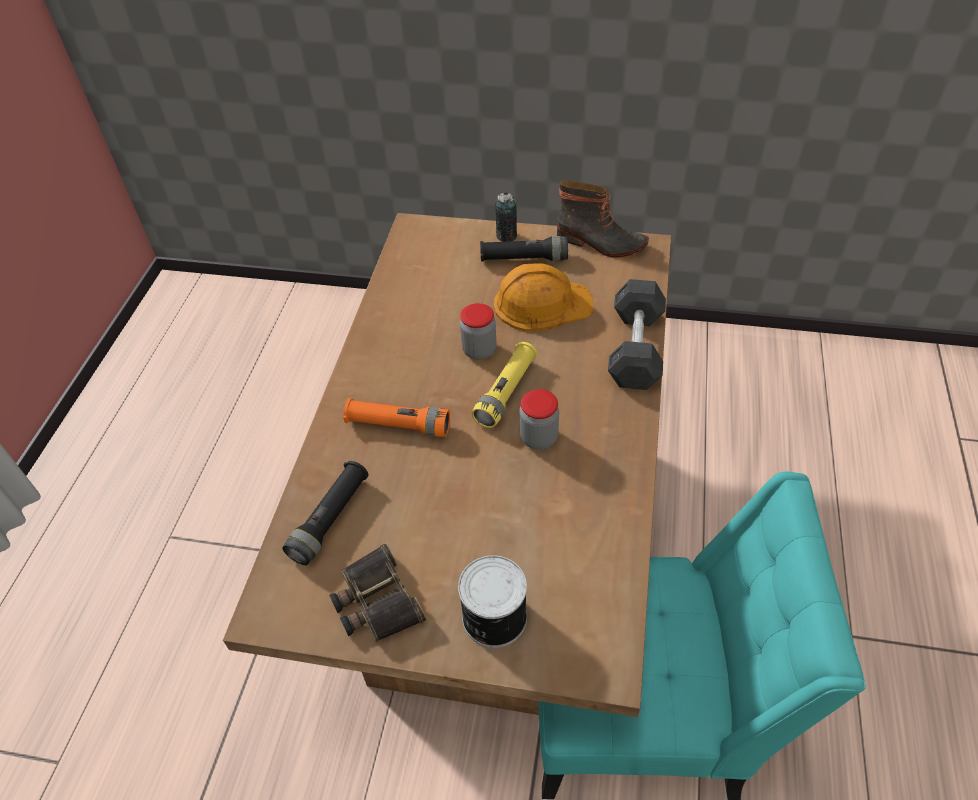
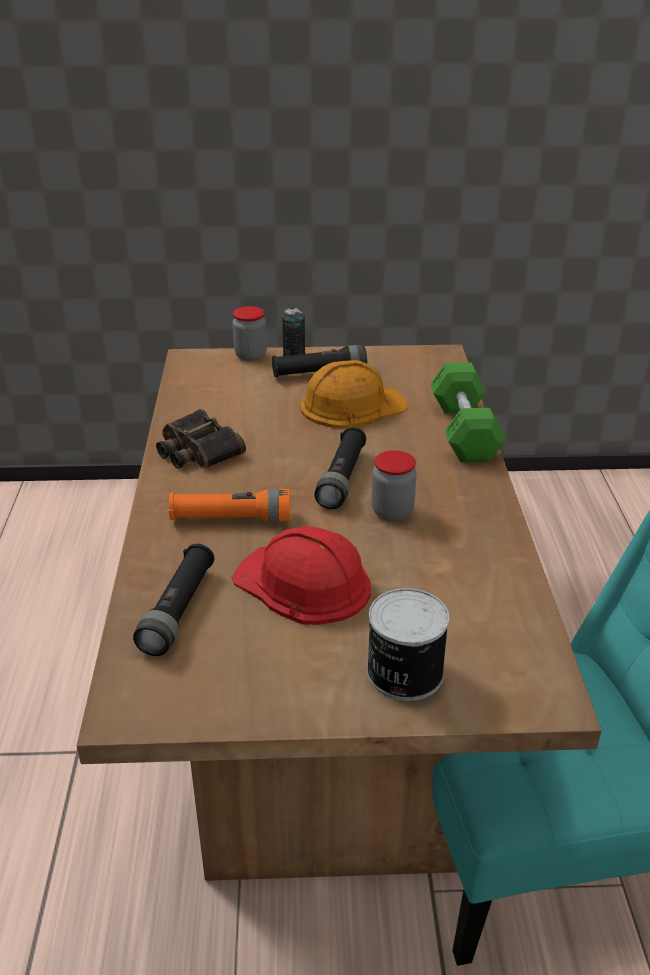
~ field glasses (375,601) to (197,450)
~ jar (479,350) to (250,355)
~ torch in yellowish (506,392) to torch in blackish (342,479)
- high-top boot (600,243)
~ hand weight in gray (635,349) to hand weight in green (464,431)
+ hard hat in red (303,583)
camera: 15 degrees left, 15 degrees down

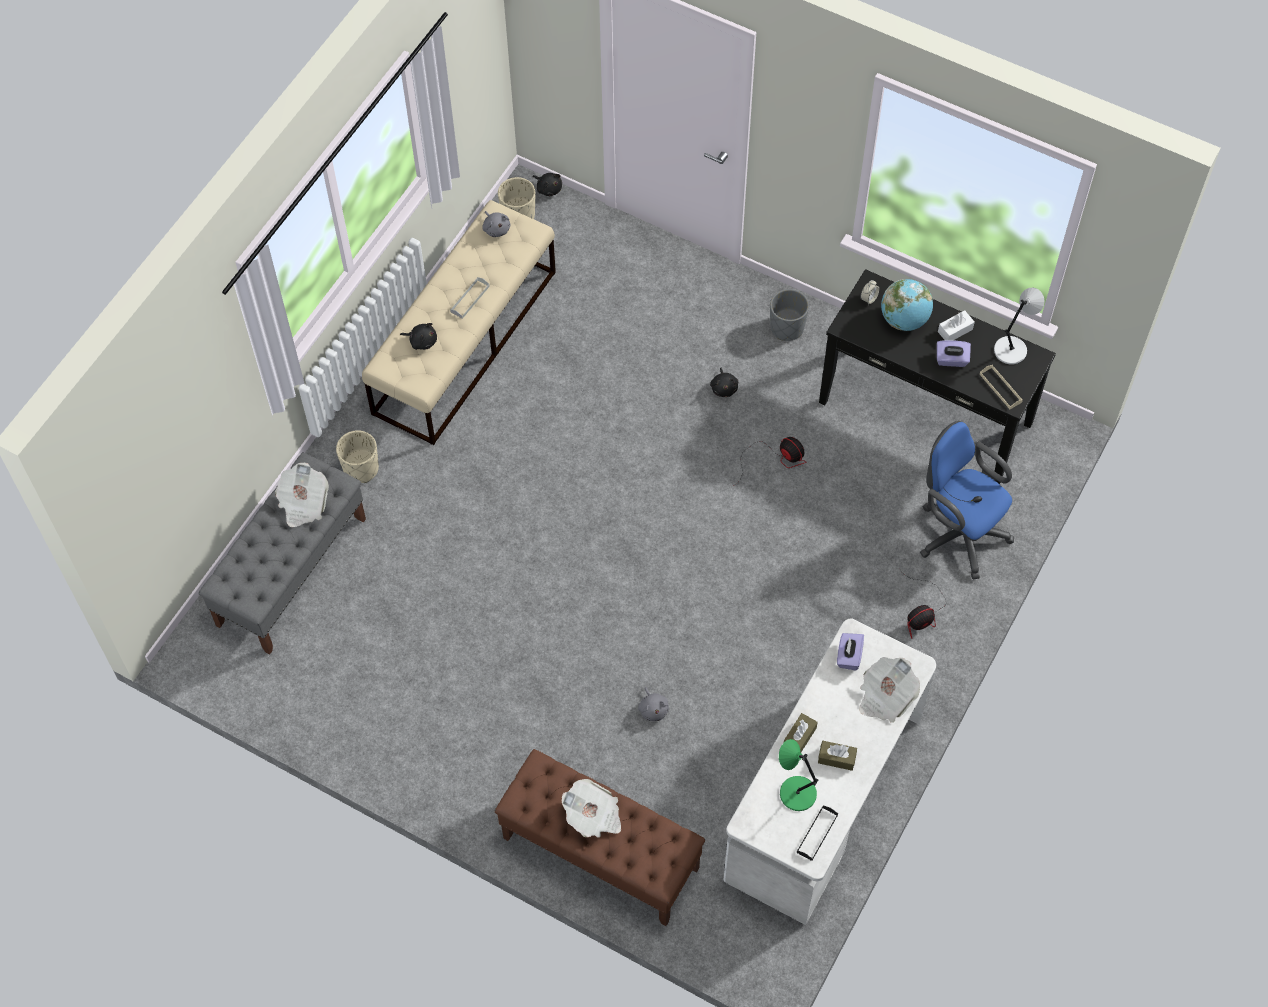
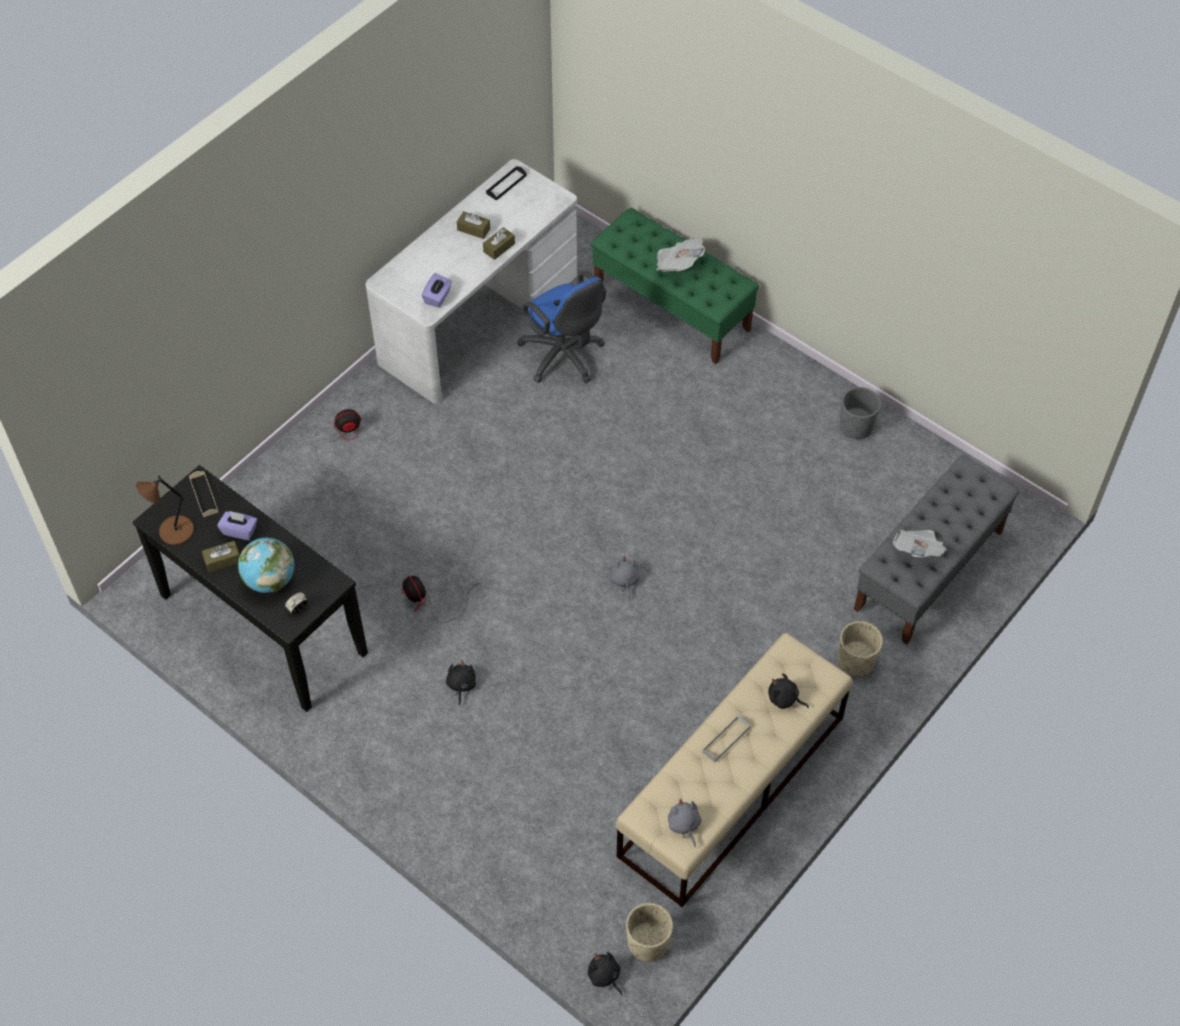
~ long seat in brown-coloured (600,853) to long seat in green (672,308)
~ soft toy in gray (653,709) to (625,581)
~ planter in gray (787,327) to (856,426)
- table lamp in green (795,792)
- daily paper (885,697)
~ office chair in blue (958,532) to (564,358)
~ box of tissues in white (955,330) to box of tissues in brown-coloured (222,560)
~ table lamp in gray (1011,349) to table lamp in brown-coloured (174,532)
camera: 170 degrees left, 5 degrees down

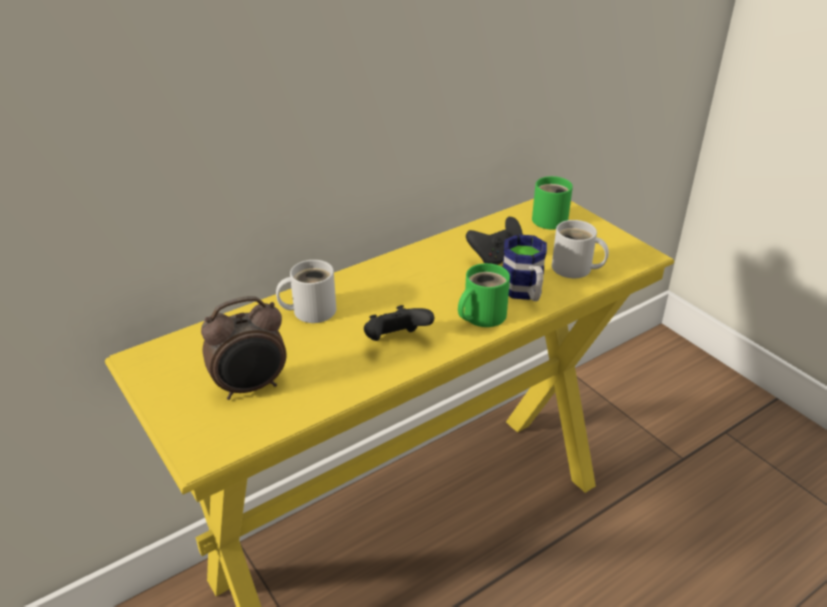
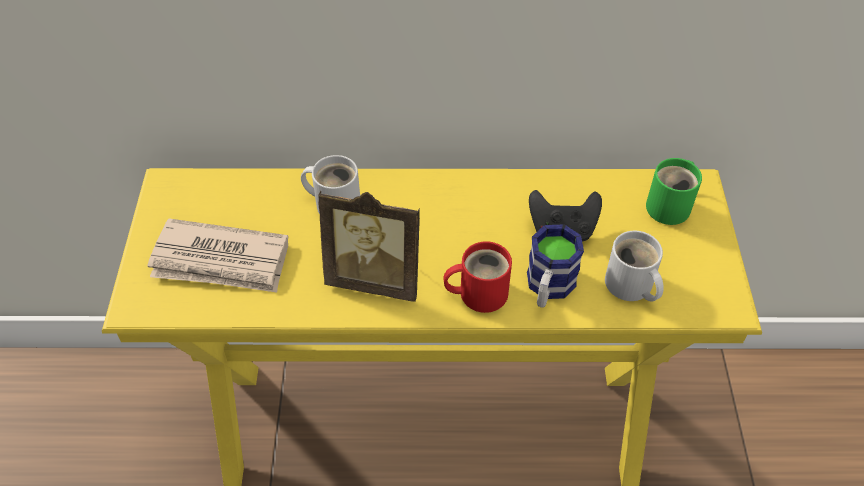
~ bedside clock (251,387) to daily paper (221,261)
~ gamepad in blackish (395,341) to photo frame (376,278)
~ coffee mug in green (480,315) to coffee mug in red (478,292)
camera: 35 degrees right, 15 degrees up

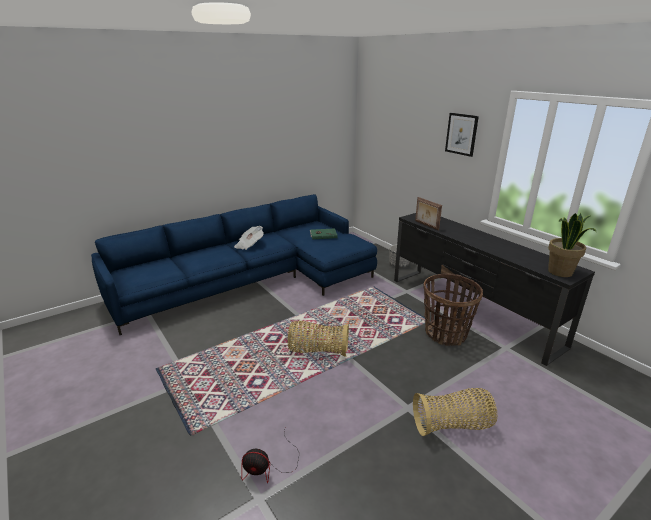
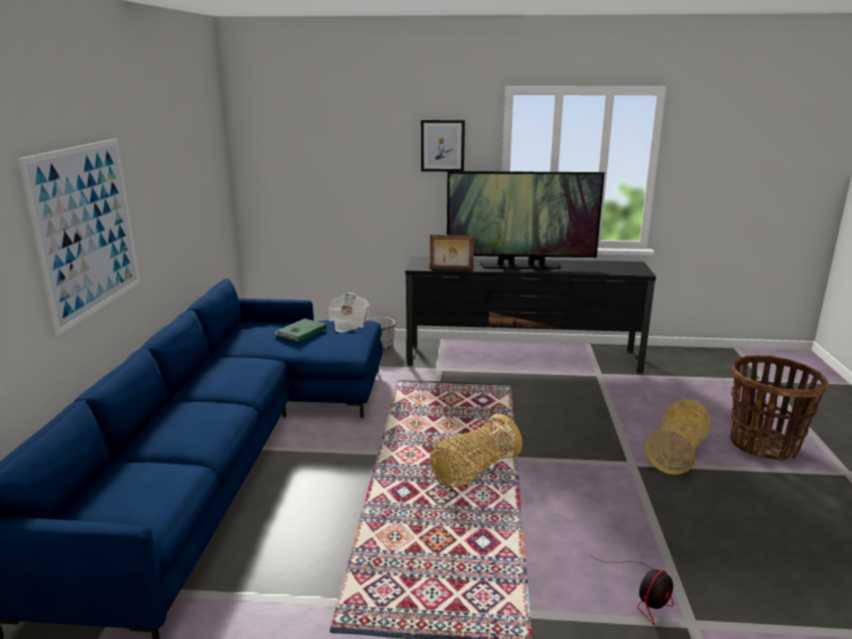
~ daily paper (249,245) to (348,324)
~ household basket (446,334) to (764,445)
- potted plant (560,272)
+ wall picture (87,230)
+ TV set (520,266)
camera: 50 degrees left, 5 degrees down

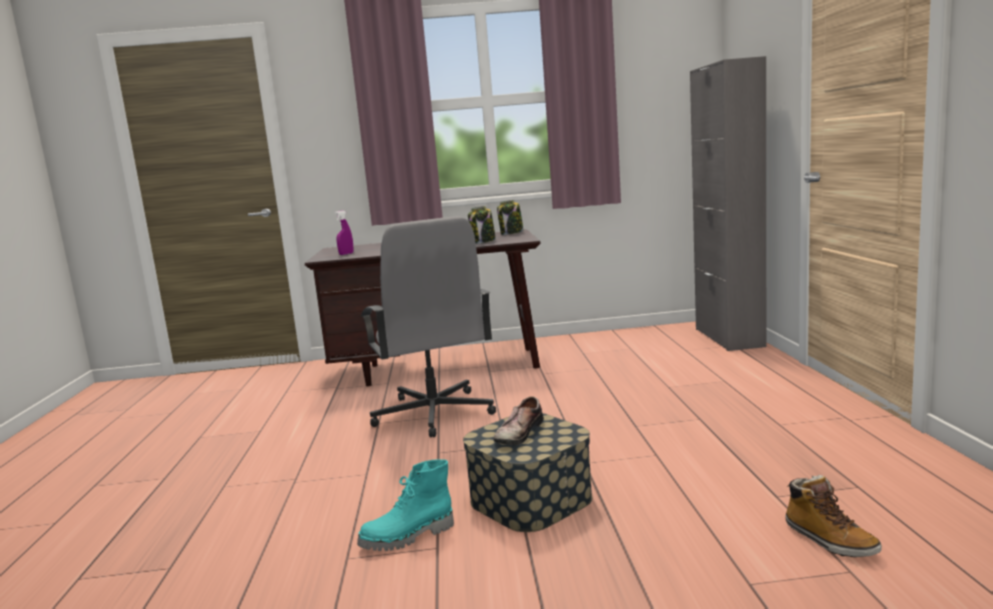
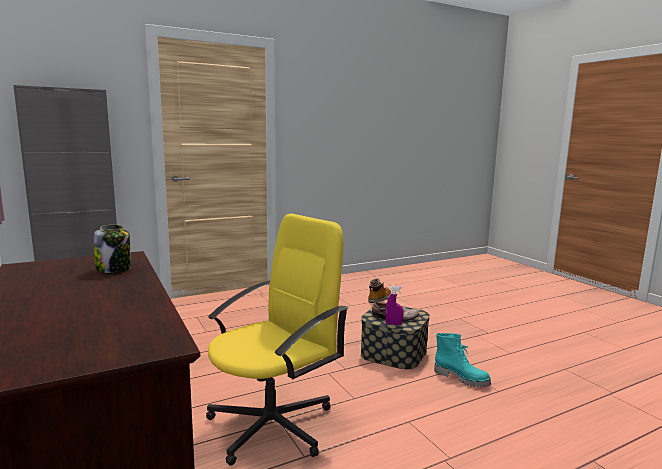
~ hand sprayer in purplish (346,254) to (393,324)
~ office chair in gray (433,414) to office chair in yellowish (273,424)
- jar (511,233)
camera: 115 degrees left, 0 degrees up

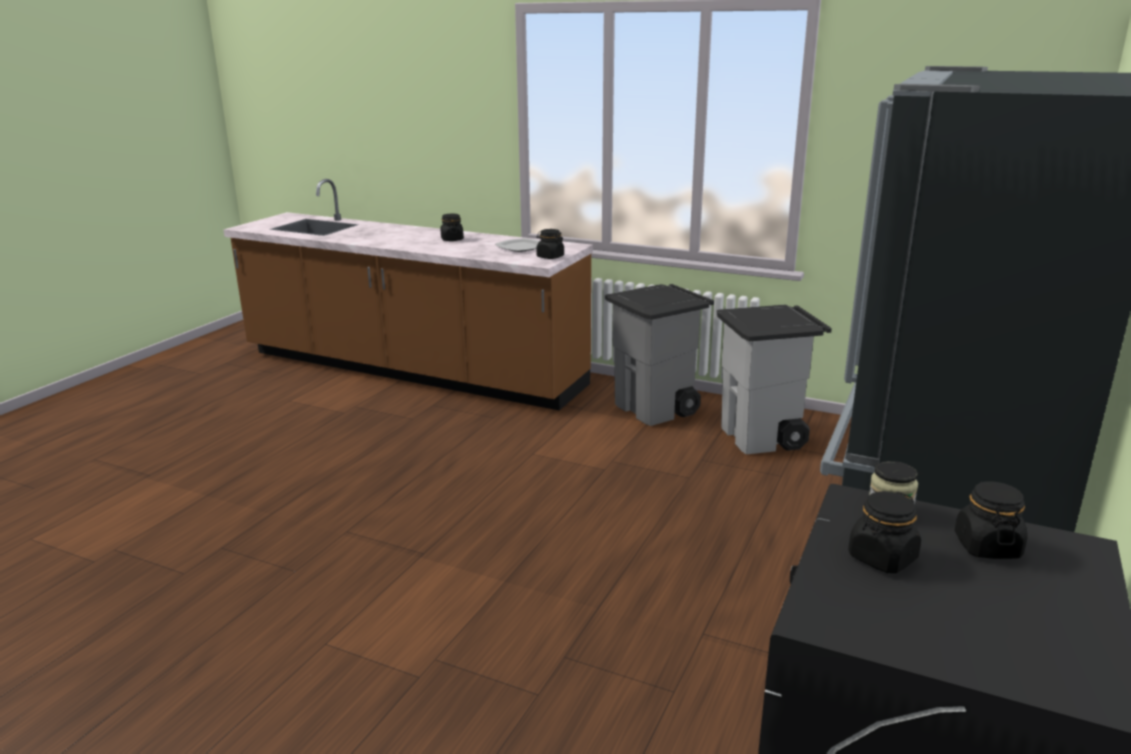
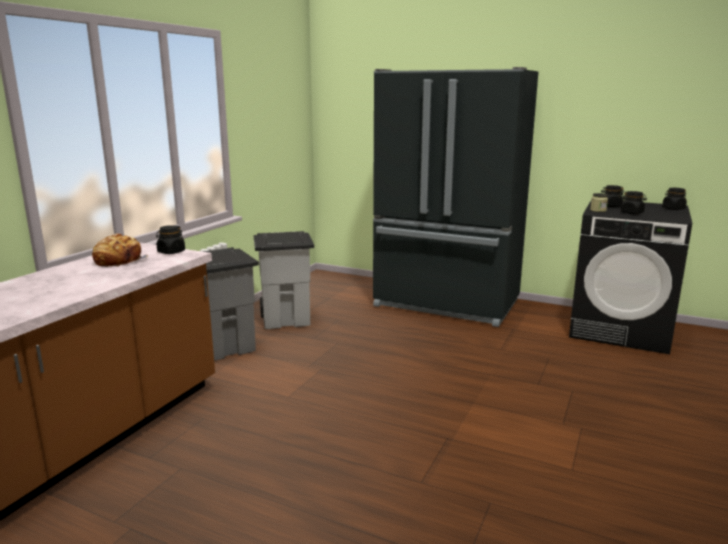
~ jar in blackish (452,239) to (673,208)
~ flat dish (520,247) to baked bread (119,260)
camera: 90 degrees left, 5 degrees down

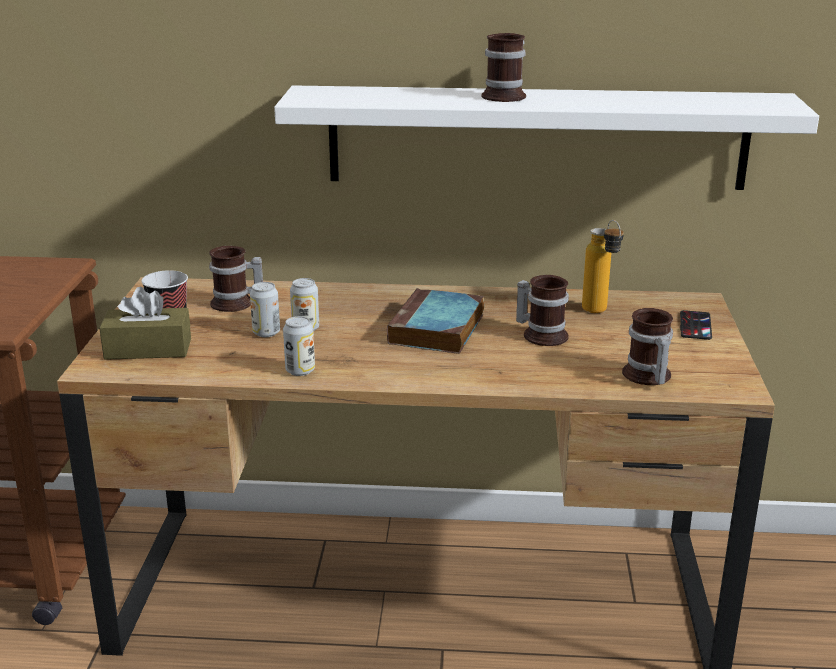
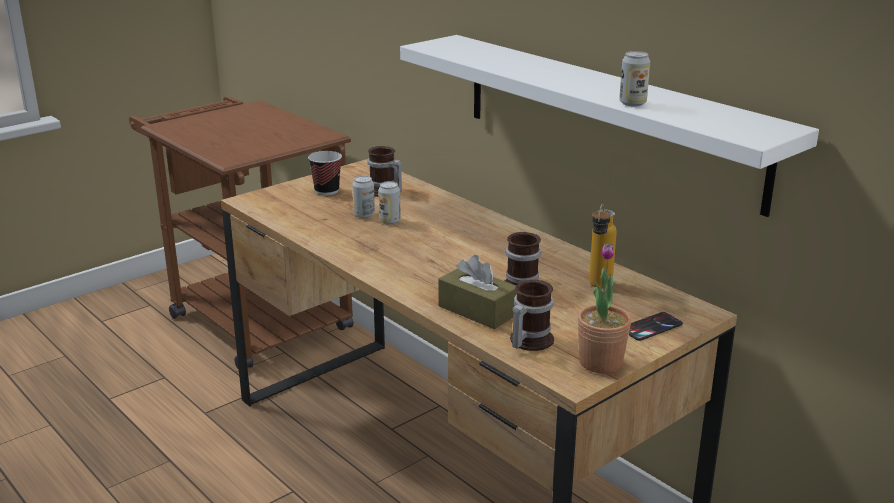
~ box of tissues in brown-coloured (148,349) to (478,310)
~ metal can (300,371) to (632,103)
- volume (437,330)
- coffee mug (507,96)
+ potted plant (600,362)
camera: 45 degrees right, 0 degrees up

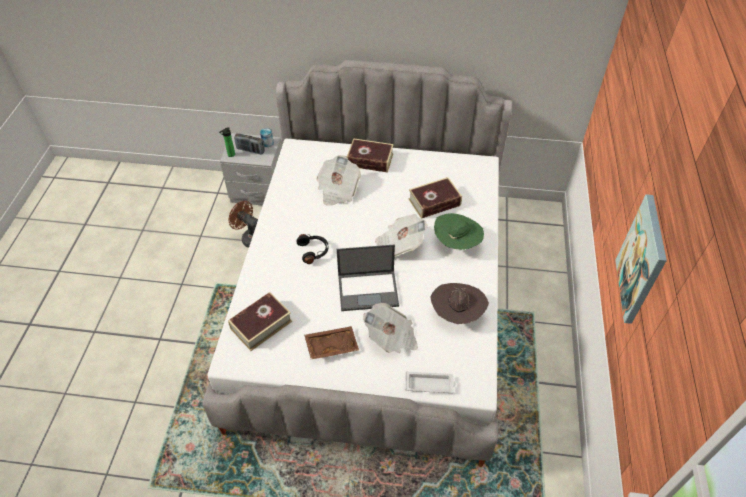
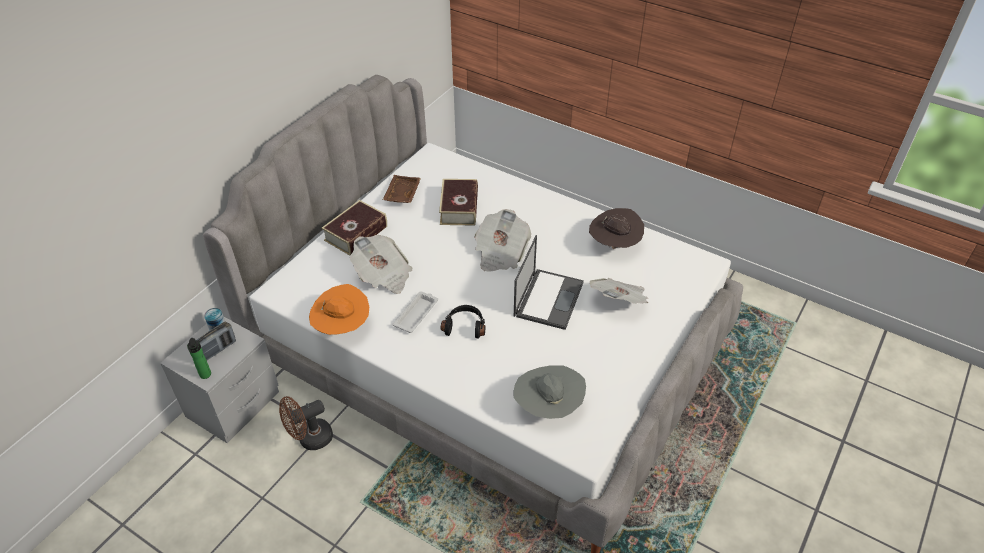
~ volume (261,325) to wearable hat in gray (548,406)
~ tray in brown-coloured (331,345) to (401,194)
~ tray in white (430,384) to (416,314)
- wearable hat in green (457,243)
- wall picture (642,260)
+ wearable hat in orange-coloured (342,327)
camera: 65 degrees left, 5 degrees down

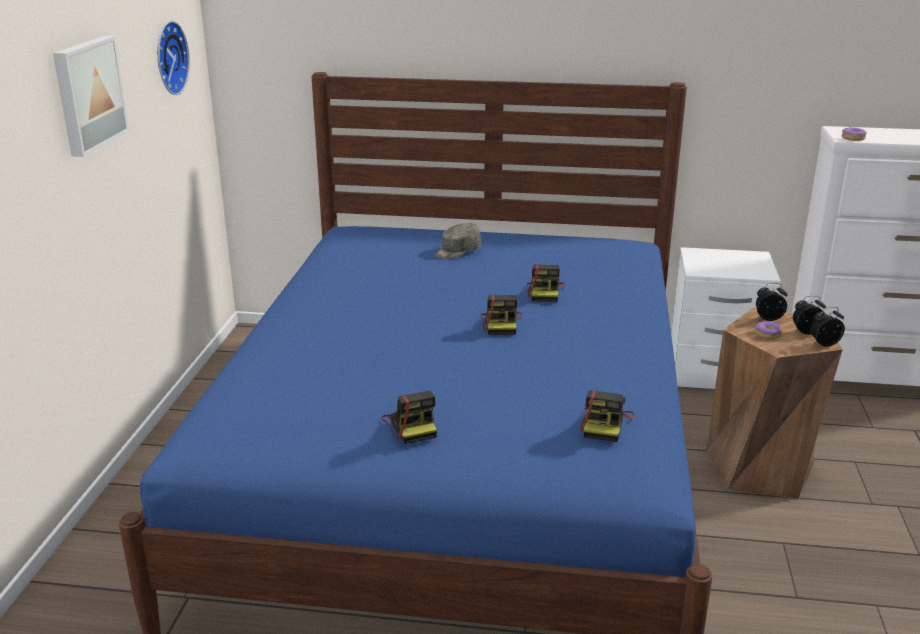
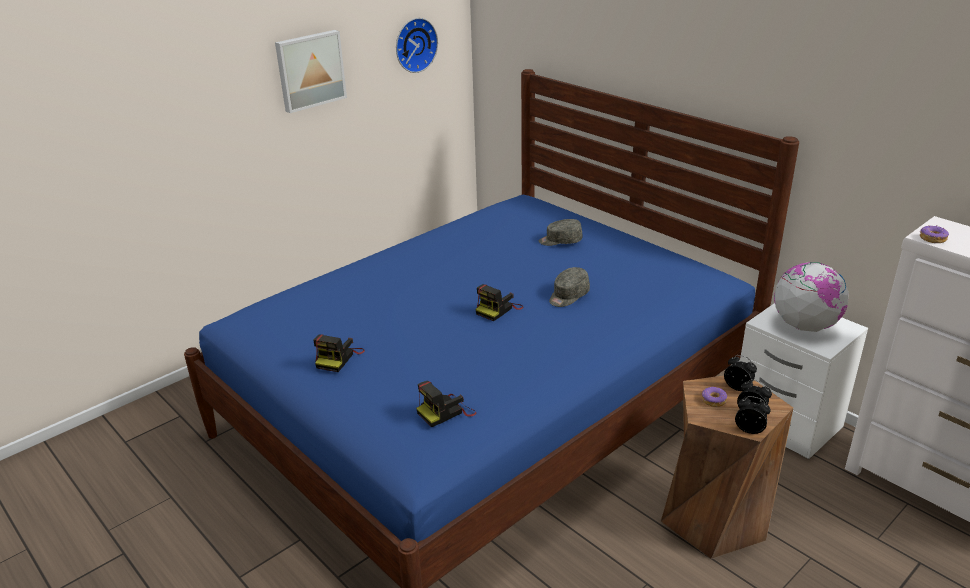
~ still camera (545,292) to baseball cap in gray (568,296)
+ world globe (804,325)
camera: 40 degrees right, 5 degrees up

